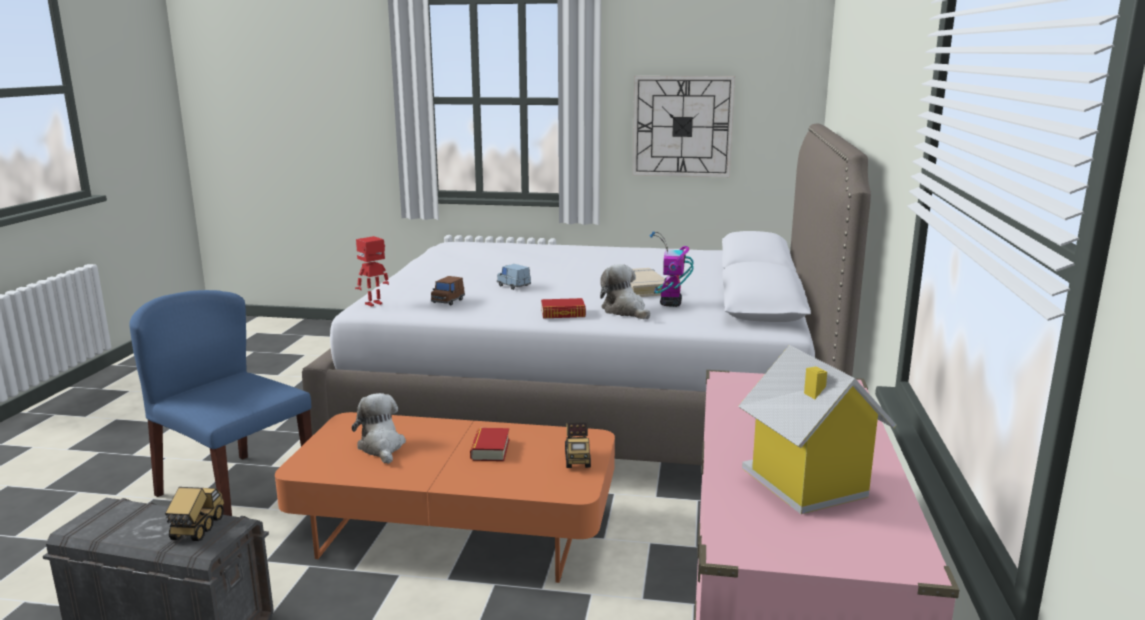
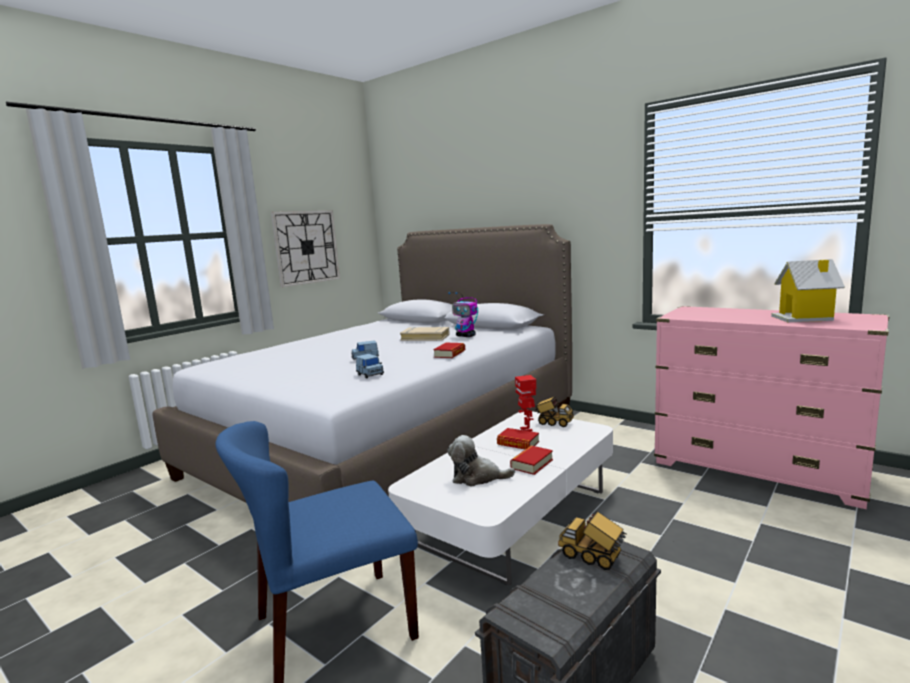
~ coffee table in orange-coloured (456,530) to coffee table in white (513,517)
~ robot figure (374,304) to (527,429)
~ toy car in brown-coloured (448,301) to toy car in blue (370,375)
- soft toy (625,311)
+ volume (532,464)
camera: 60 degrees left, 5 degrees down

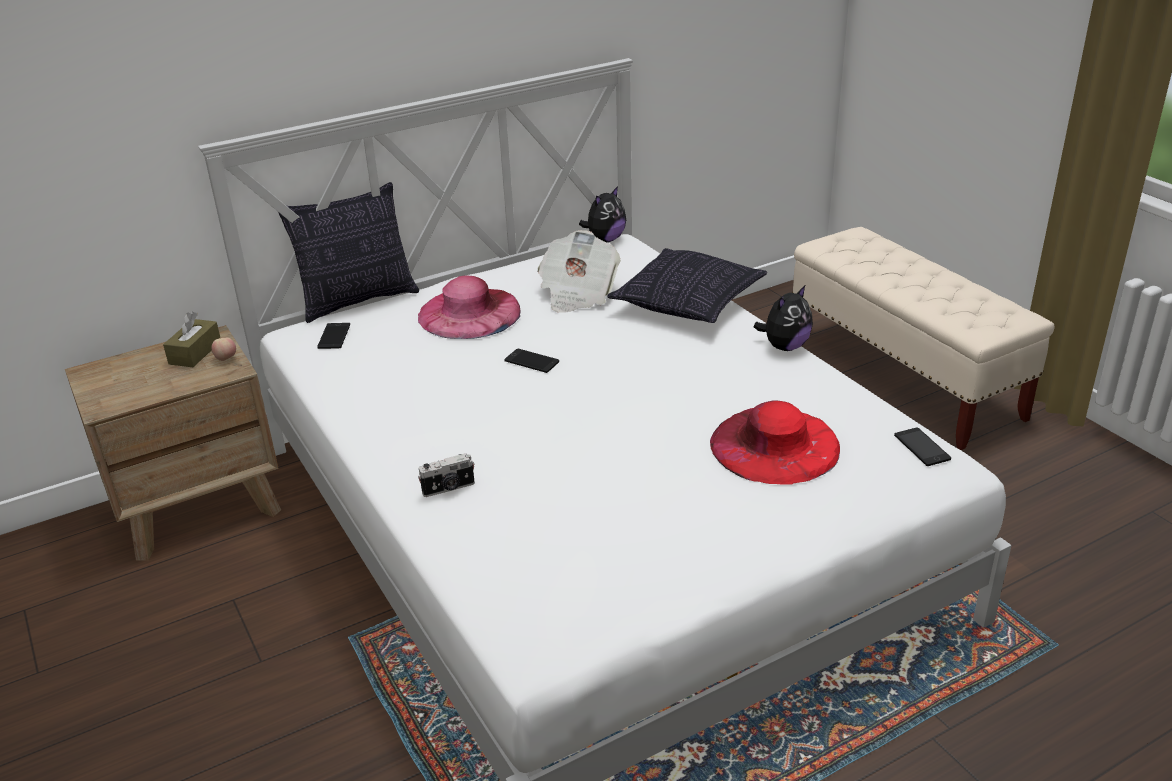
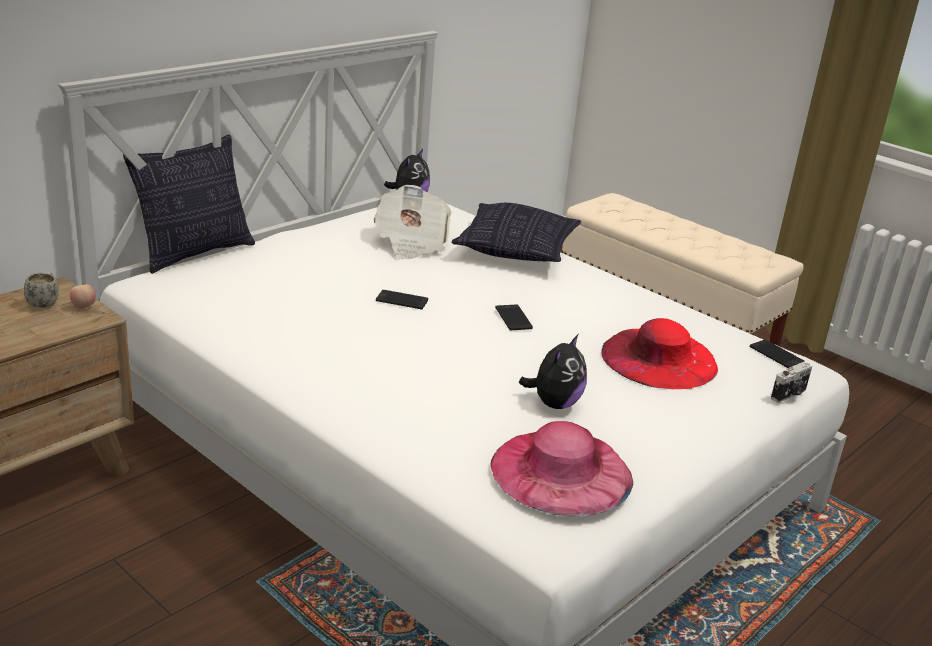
~ box of tissues in brown-coloured (195,352) to coffee mug in white (44,302)
~ telephone (334,336) to (513,318)
~ wearable hat in pink-coloured (469,313) to (561,471)
~ still camera (449,488) to (789,395)
~ soft toy (784,346) to (554,403)
camera: 20 degrees left, 5 degrees down

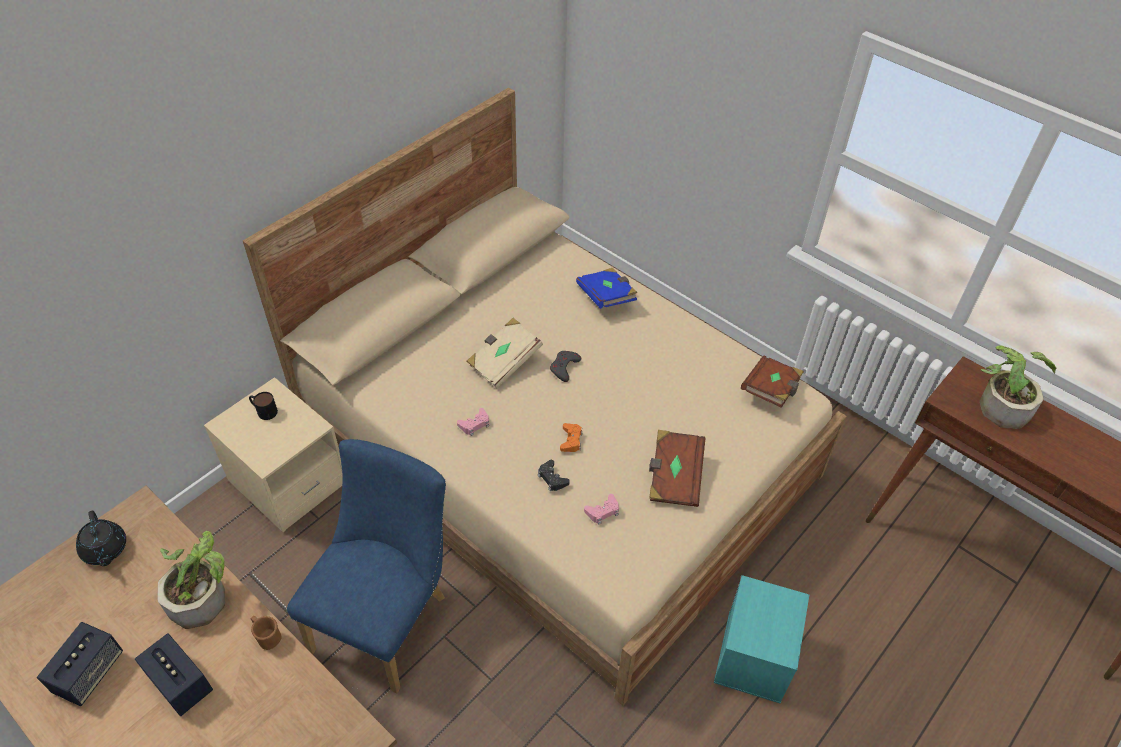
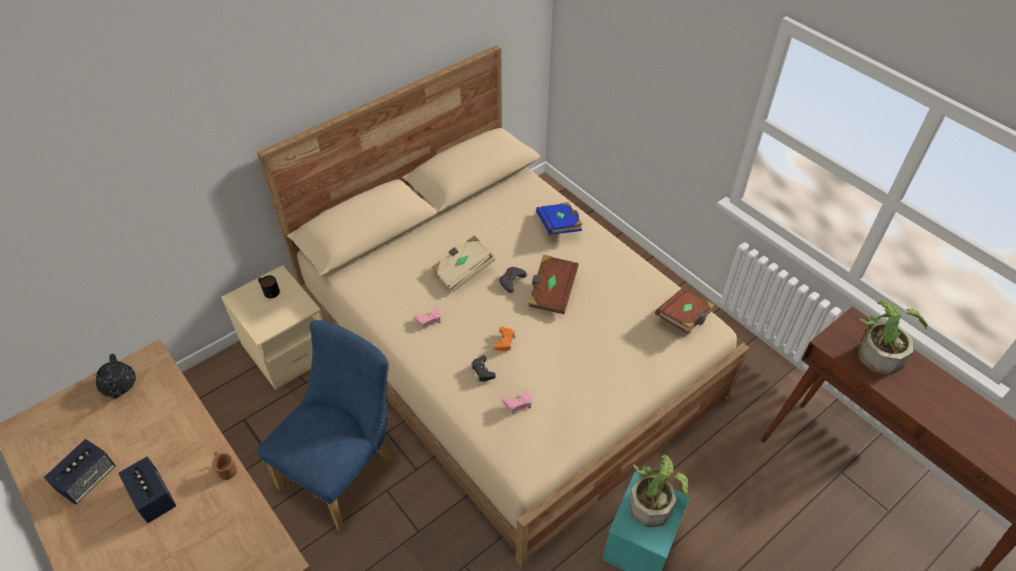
~ potted plant (202,595) to (653,502)
~ volume in brown-coloured (674,477) to (551,292)
camera: 10 degrees right, 0 degrees up

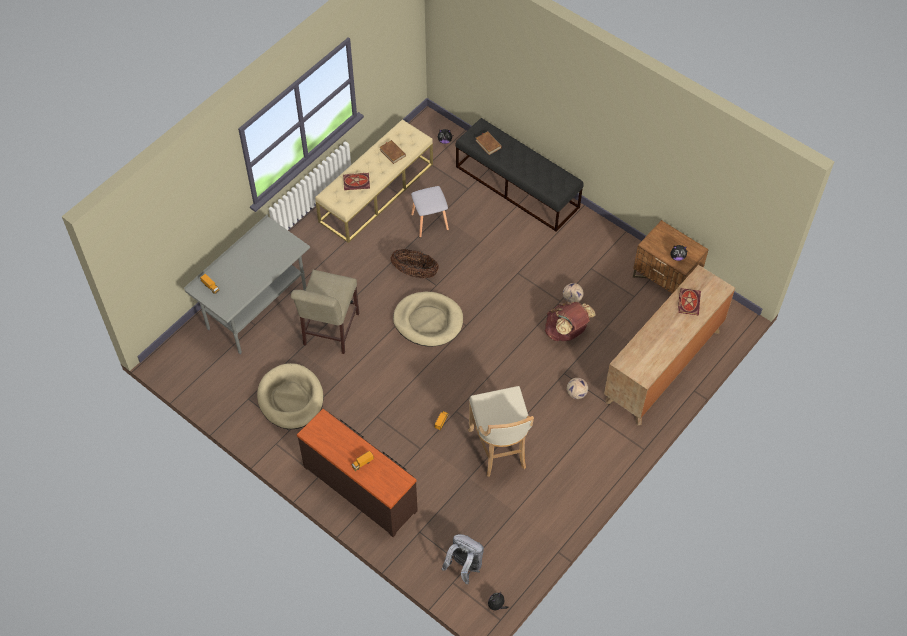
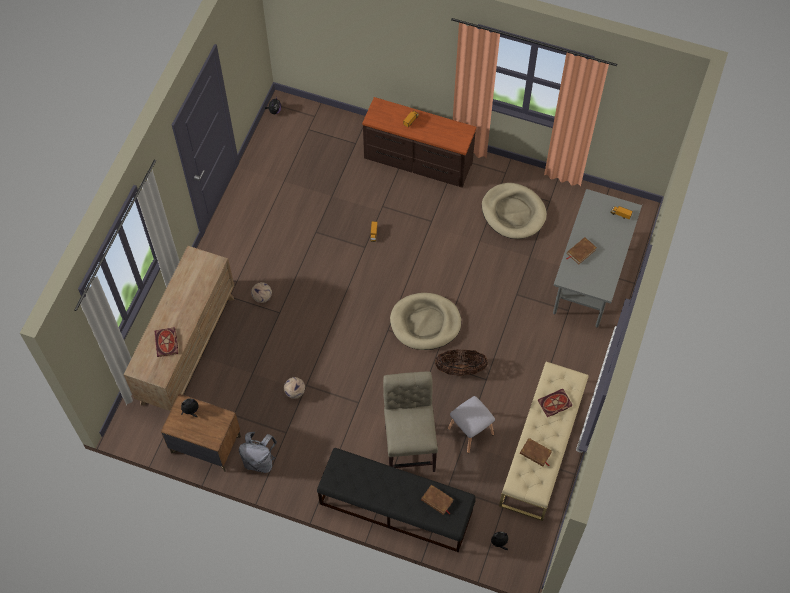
~ chair in beige (329,332) to (409,445)
~ rucksack in gray (464,567) to (259,460)
- stool seat in beige (500,450)
- rucksack in brown-coloured (566,332)
+ volume in brown-coloured (581,251)
camera: 160 degrees right, 5 degrees up

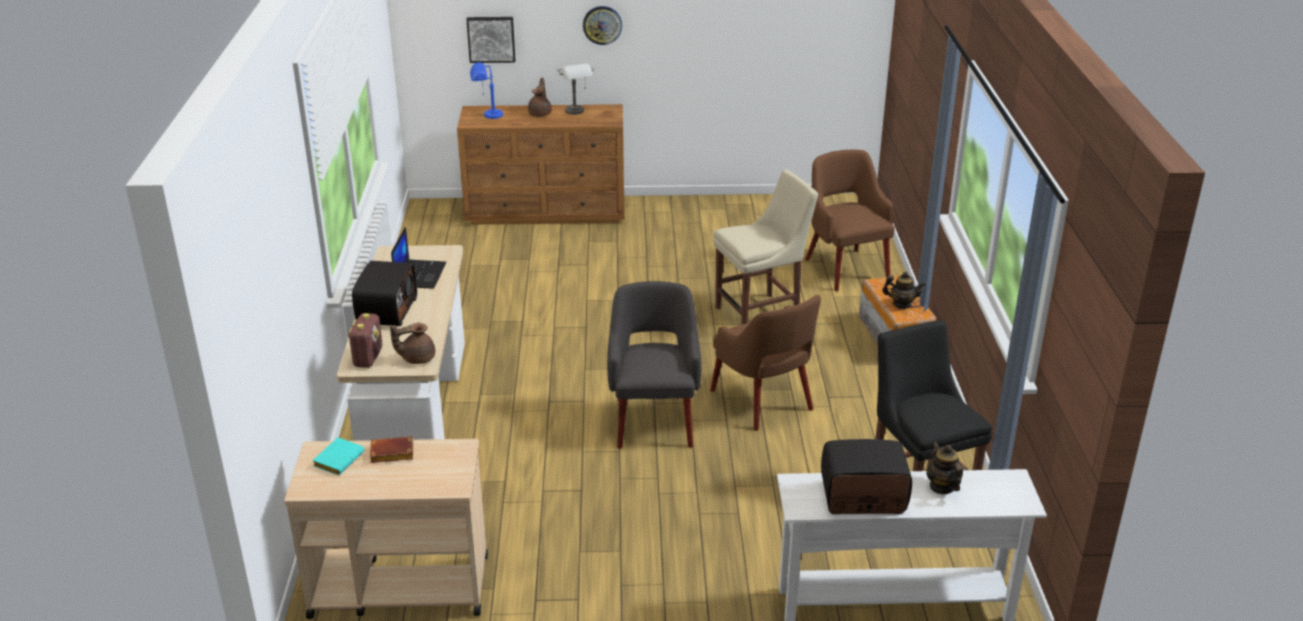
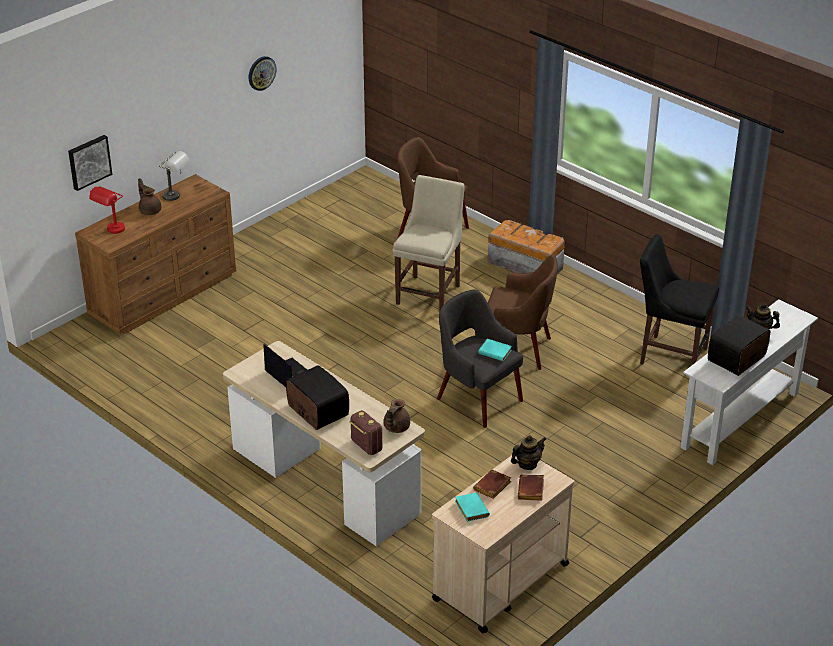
~ table lamp in blue (487,116) to table lamp in red (112,232)
~ wall clock (602,25) to (261,73)
~ tea pot (901,304) to (527,464)
+ volume in turquoise (496,352)
+ volume in brown-coloured (532,491)
camera: 45 degrees left, 5 degrees up

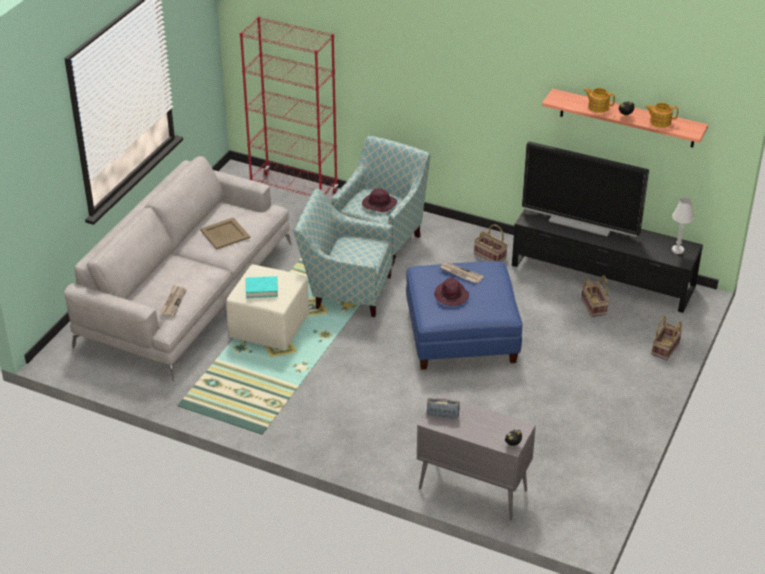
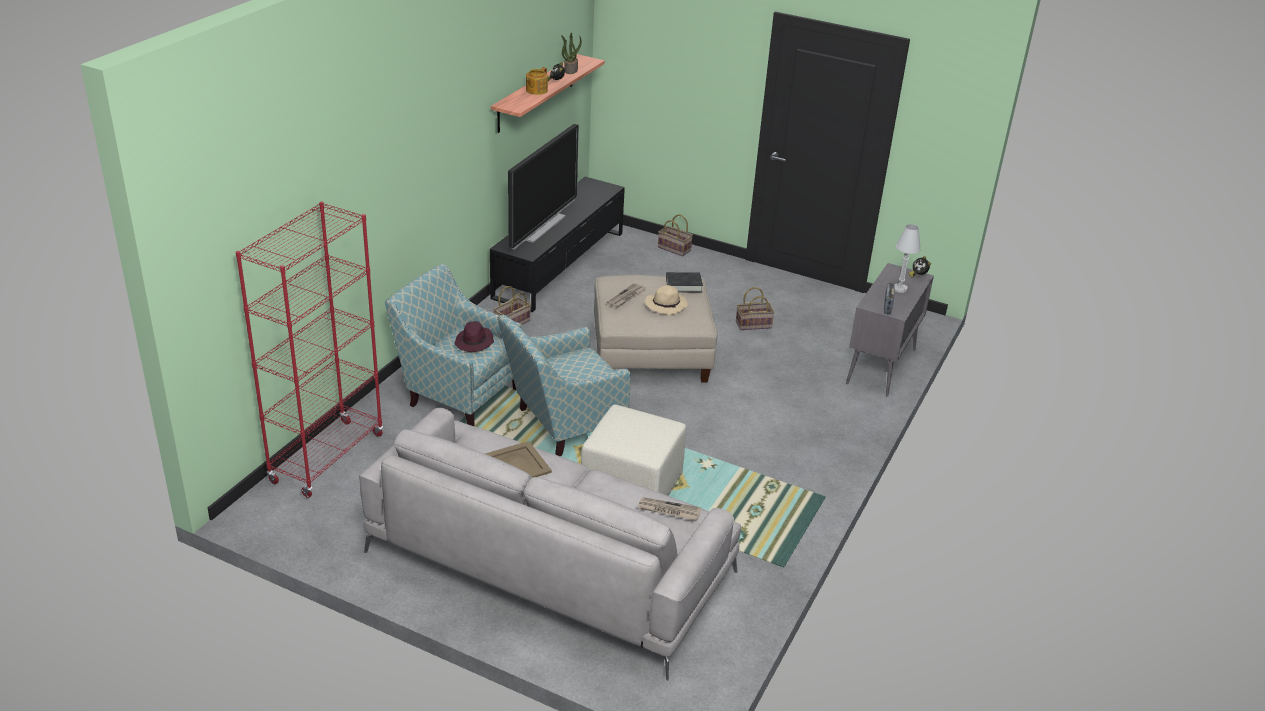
- volume in turquoise (261,289)
~ armchair (345,290) = (561,425) 45 degrees clockwise
~ pouffe in blue (462,335) to pouffe in beige (651,353)
~ wearable hat in purplish (451,296) to wearable hat in beige (667,305)
~ household basket (594,307) to (754,324)
~ tea pot (660,122) to potted plant (570,70)
~ table lamp in white (677,250) to (900,289)
+ volume in blackish (683,285)
camera: 90 degrees left, 5 degrees down

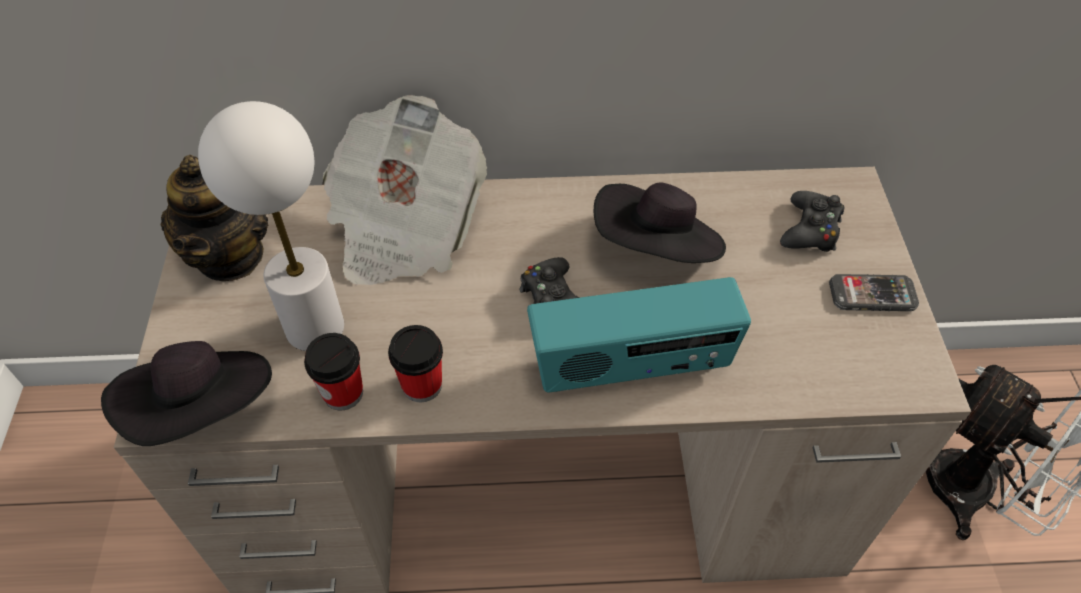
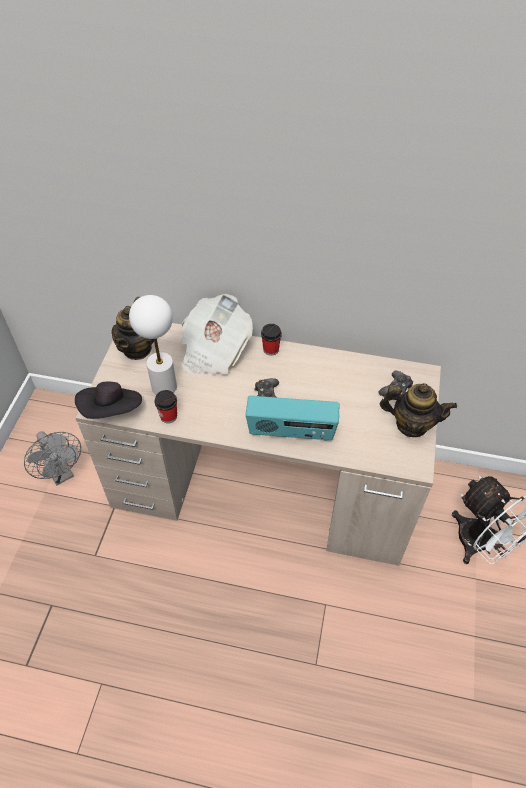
~ small cup (422,385) to (271,349)
- wearable hat in blackish (657,249)
~ telephone (872,295) to tea pot (411,424)
+ fan in gray (62,474)
camera: 15 degrees right, 0 degrees up

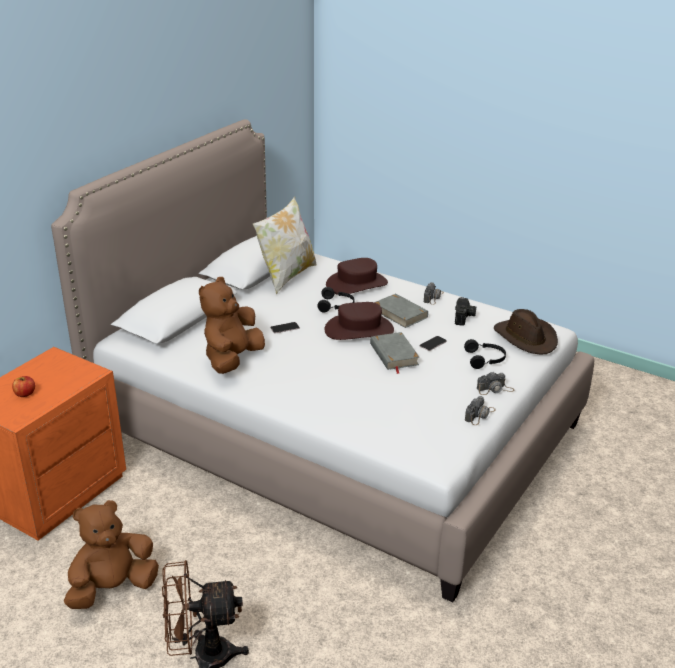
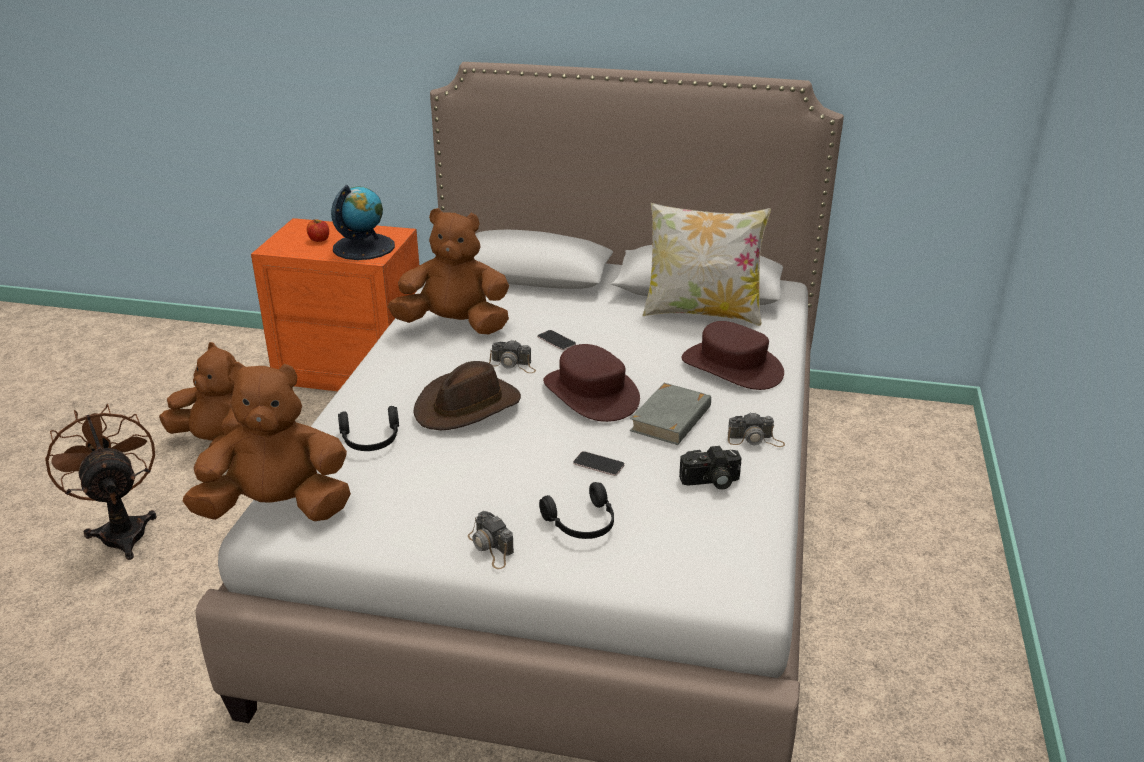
~ headphones in blackish (336,306) to (371,440)
- volume in gray (393,354)
~ still camera (480,415) to (513,365)
~ wearable hat in brown-coloured (526,338) to (468,406)
+ soft toy in brown-coloured (278,508)
+ world globe (363,247)
camera: 70 degrees right, 0 degrees up

